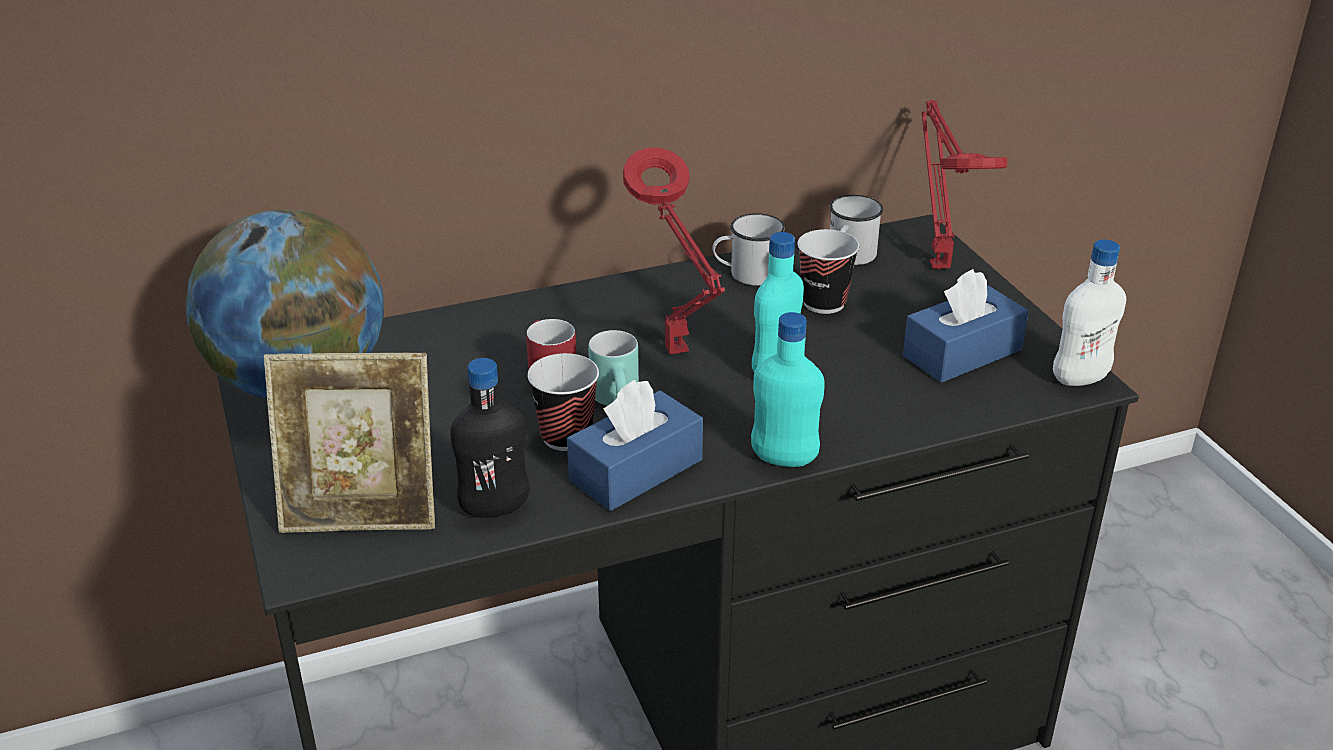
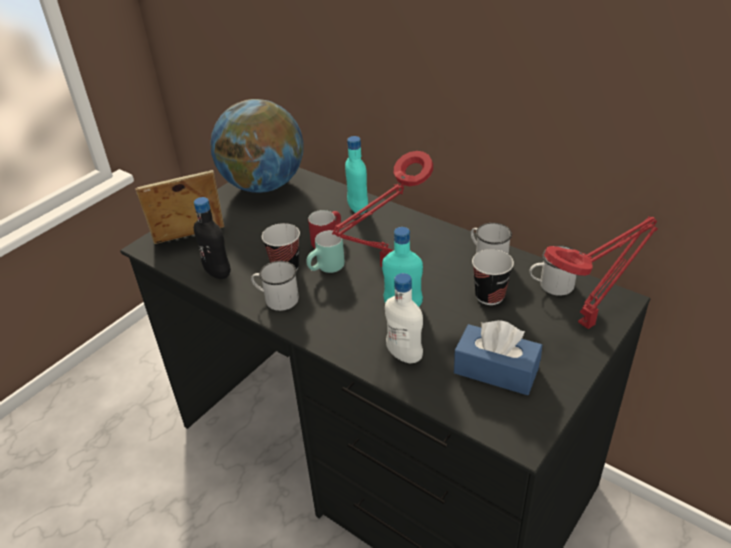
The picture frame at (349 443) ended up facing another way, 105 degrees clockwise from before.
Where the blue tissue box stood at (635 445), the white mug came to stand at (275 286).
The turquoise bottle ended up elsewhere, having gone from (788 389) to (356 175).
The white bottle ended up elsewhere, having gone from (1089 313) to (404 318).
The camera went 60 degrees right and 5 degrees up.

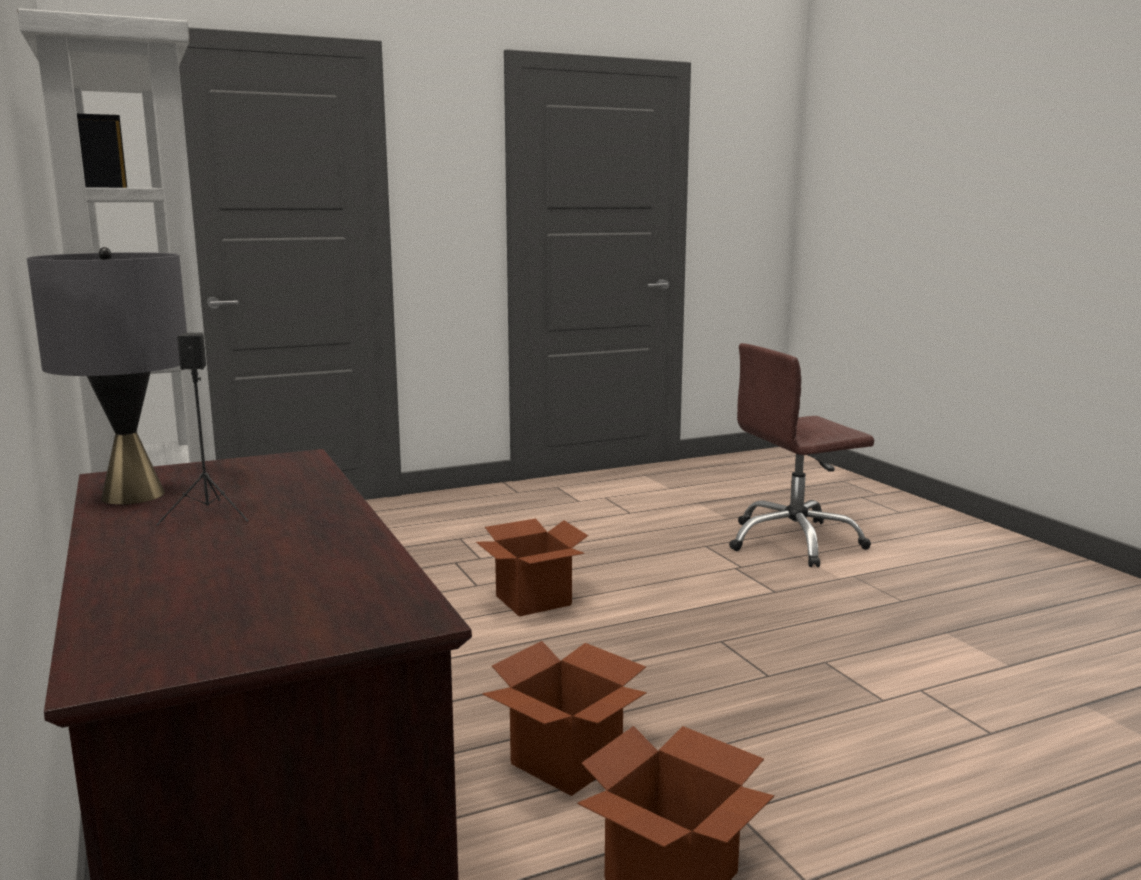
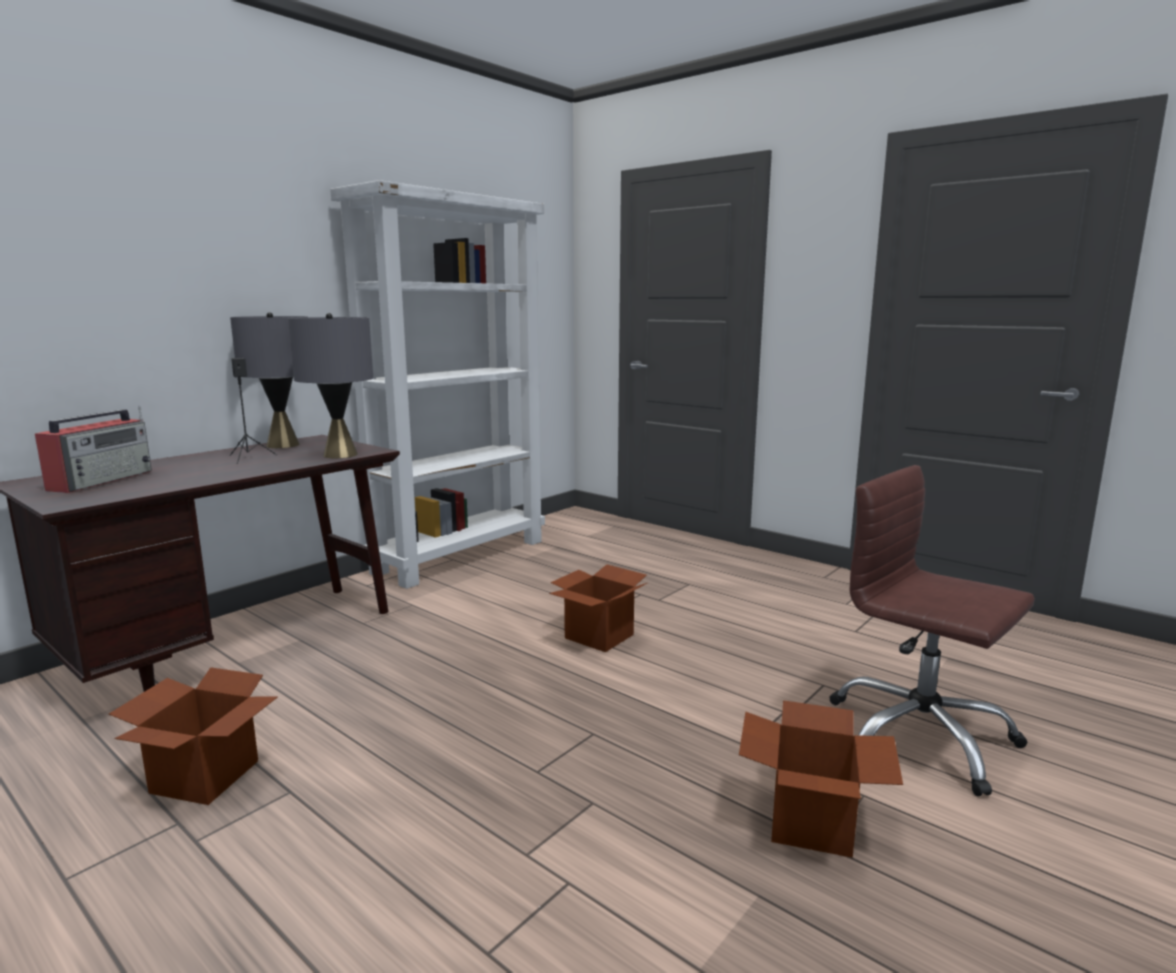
The second view gained the radio at (93 449).
The second view gained the grey table lamp at (330 385).
The cardboard box ended up elsewhere, having gone from (564 718) to (821 779).
The camera went 65 degrees right and 0 degrees up.

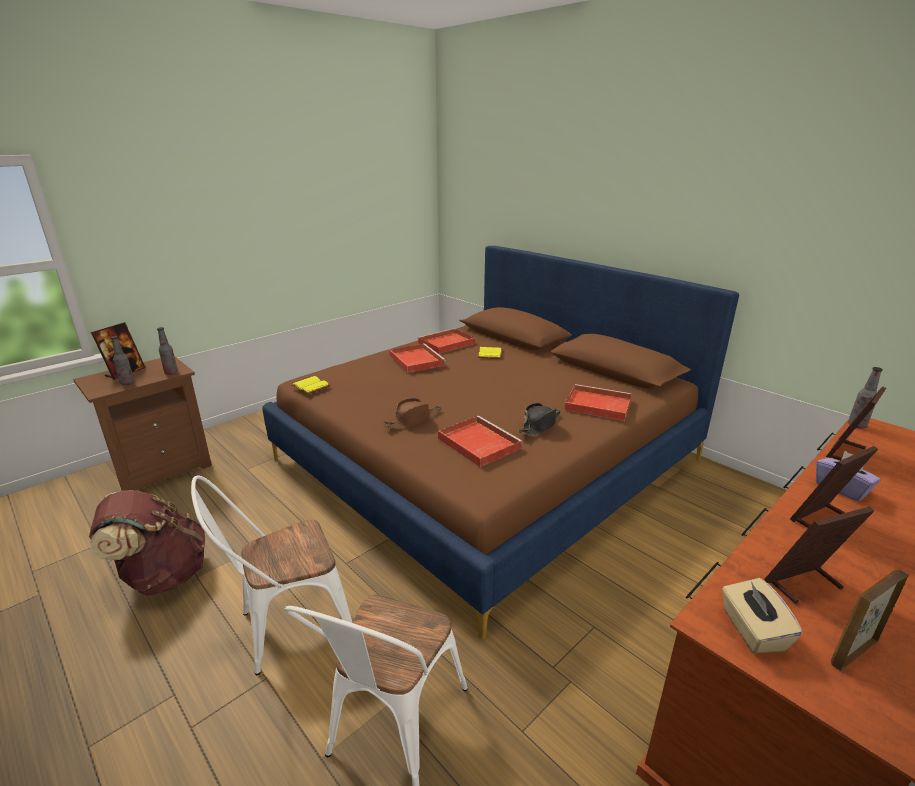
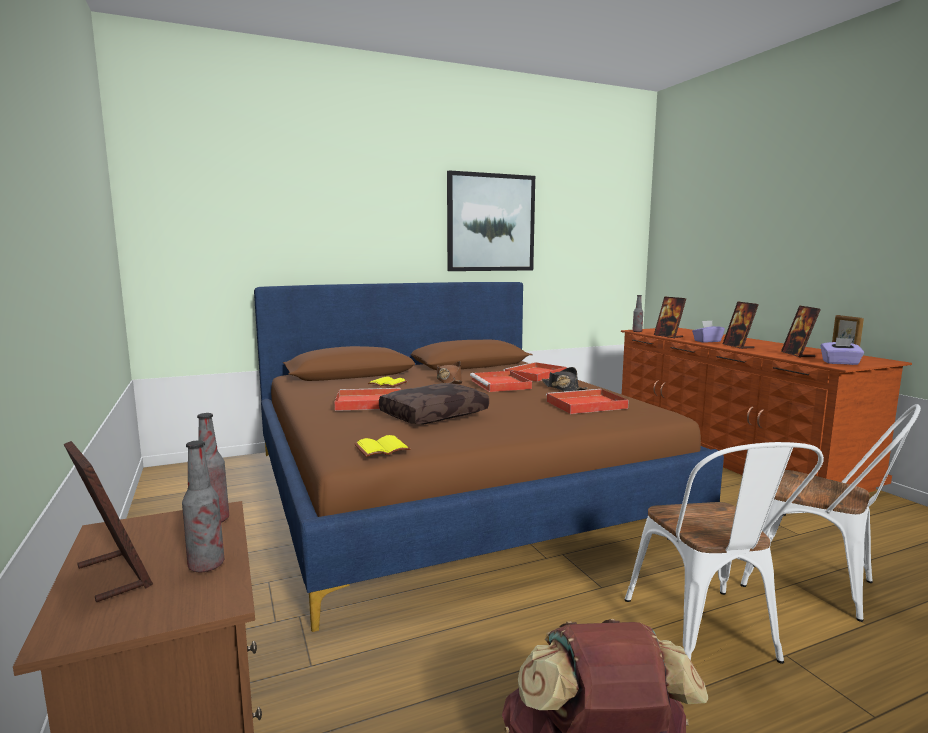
The second view gained the brown pillow at (434 404).
The brown hat ended up elsewhere, having gone from (412 413) to (449 372).
The second view gained the picture at (491 220).
The red tray ended up elsewhere, having gone from (446 341) to (501 381).
What was the beige tissue box at (762 615) turned into the purple tissue box at (842 351).
The camera went 70 degrees left and 15 degrees down.

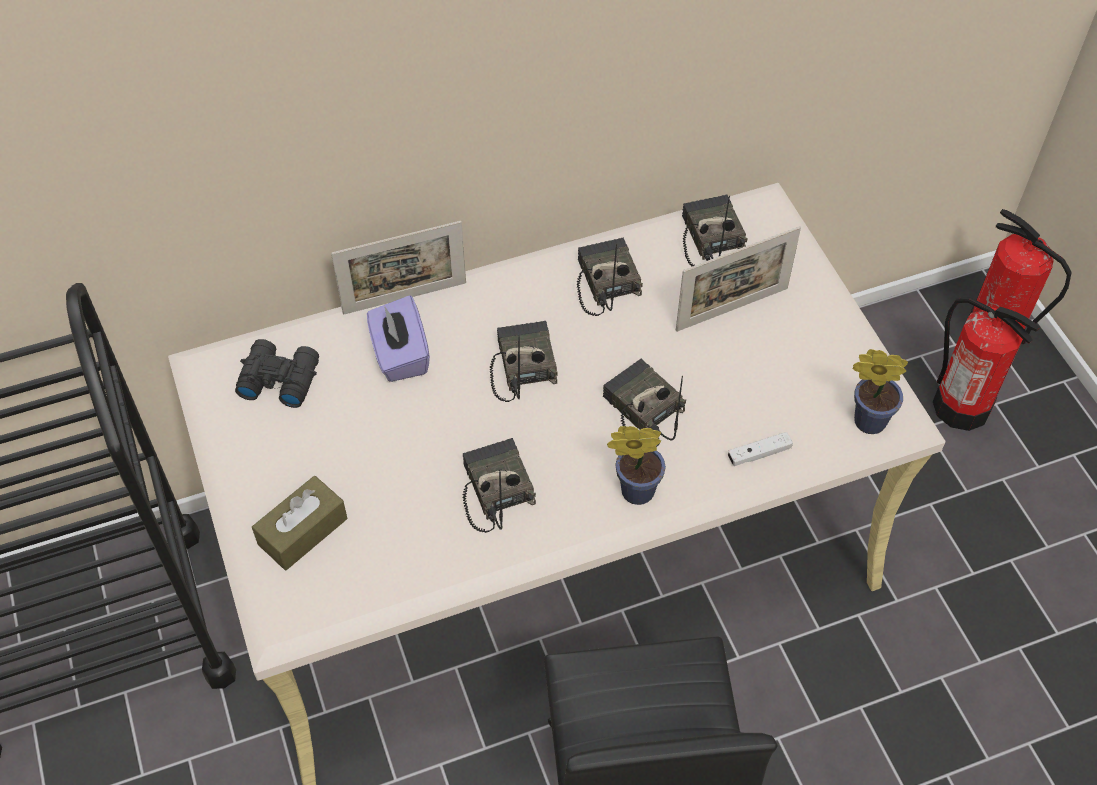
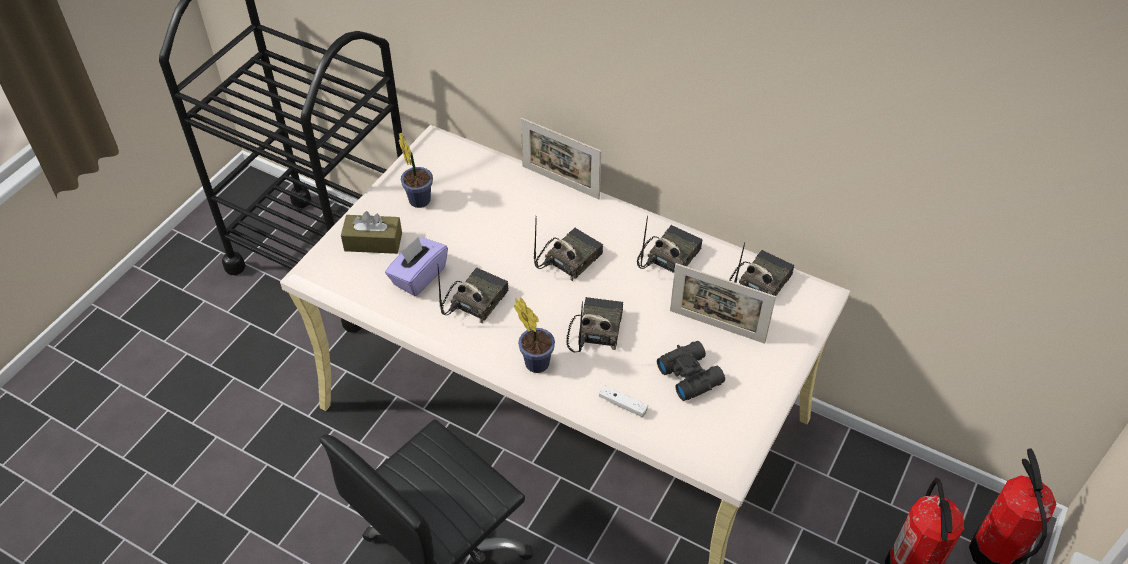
The purple tissue box ended up elsewhere, having gone from (398 338) to (416 266).
The potted plant ended up elsewhere, having gone from (880 391) to (416 170).
The black binoculars ended up elsewhere, having gone from (277 373) to (691 371).
The camera went 50 degrees right and 5 degrees down.

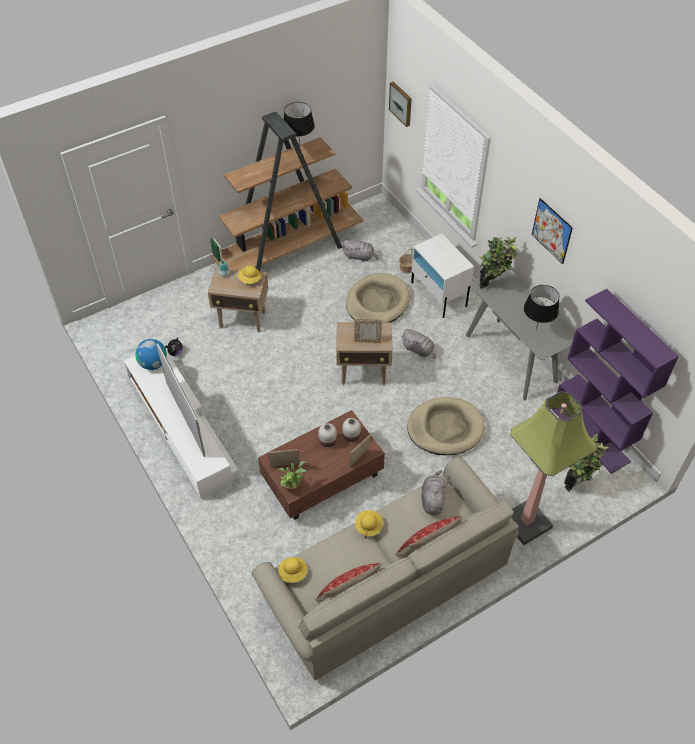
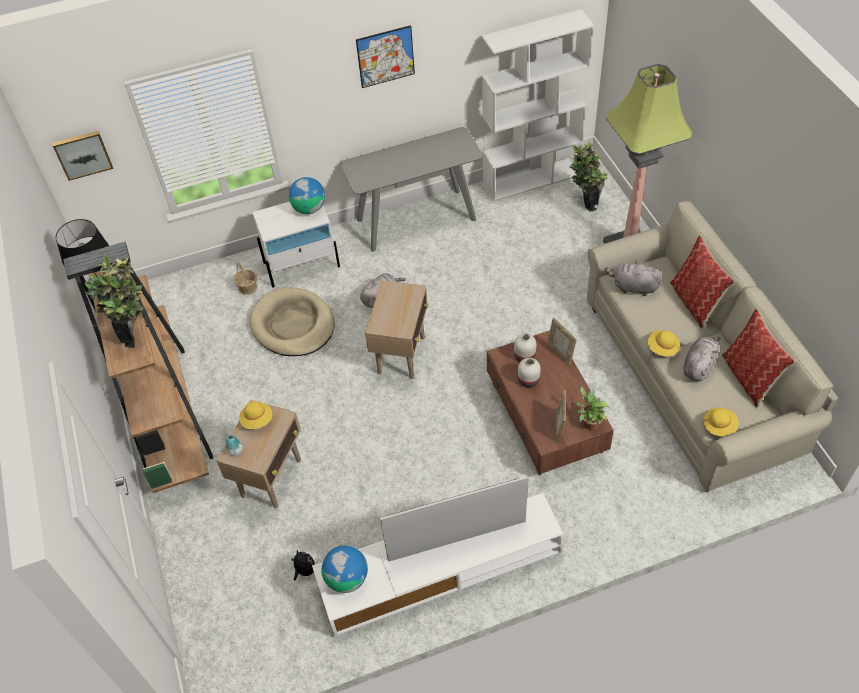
The potted plant ended up elsewhere, having gone from (499 263) to (114 301).
The second view gained the globe at (307 195).
What was the purple bookcase at (615 381) turned into the white bookcase at (538 105).
The grey plush toy ended up elsewhere, having gone from (360 250) to (702 359).
The second view lost the picture frame at (368 331).
The second view lost the beige dog bed at (445 426).
The second view lost the black table lamp at (541 307).
The camera went 75 degrees left and 0 degrees up.

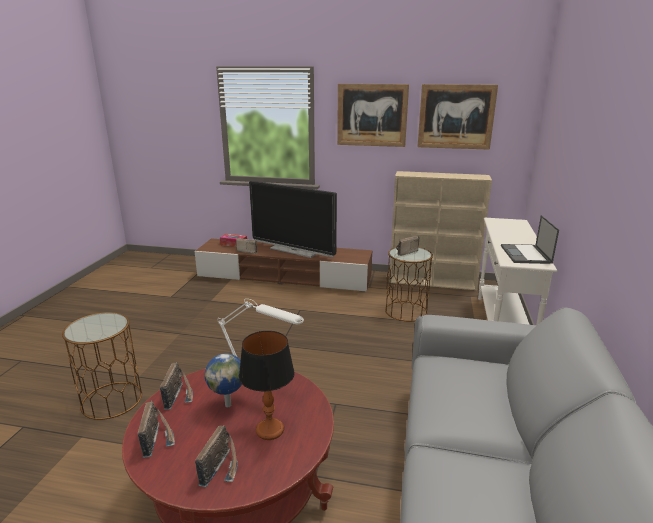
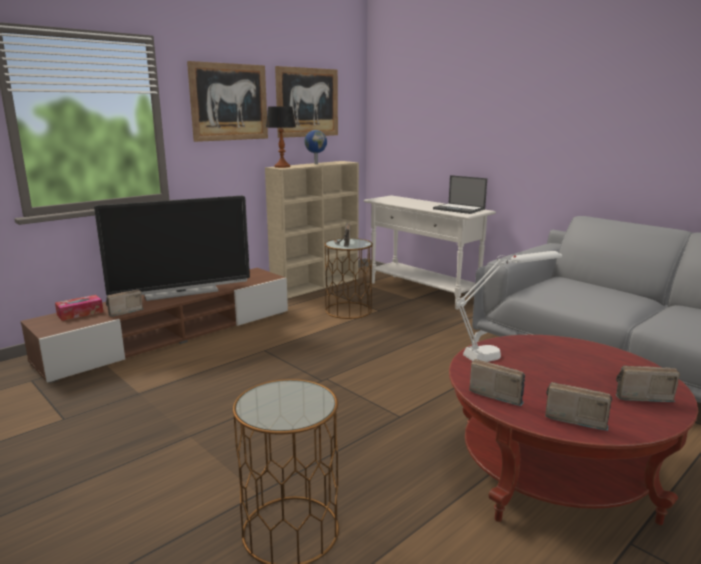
The table lamp ended up elsewhere, having gone from (267 385) to (281 137).
The globe ended up elsewhere, having gone from (223 380) to (315 147).
The radio at (216 456) ended up facing another way, 45 degrees counterclockwise from before.
The camera went 55 degrees left and 5 degrees down.

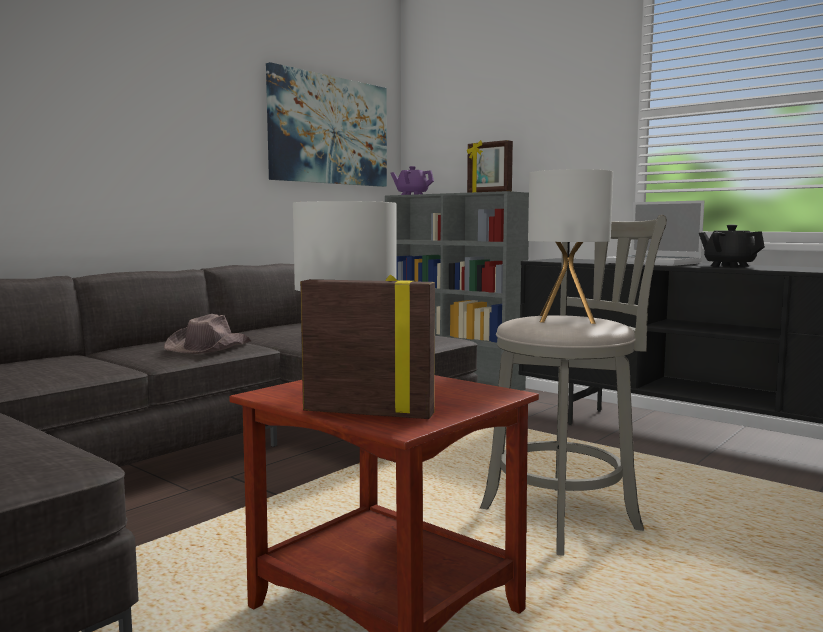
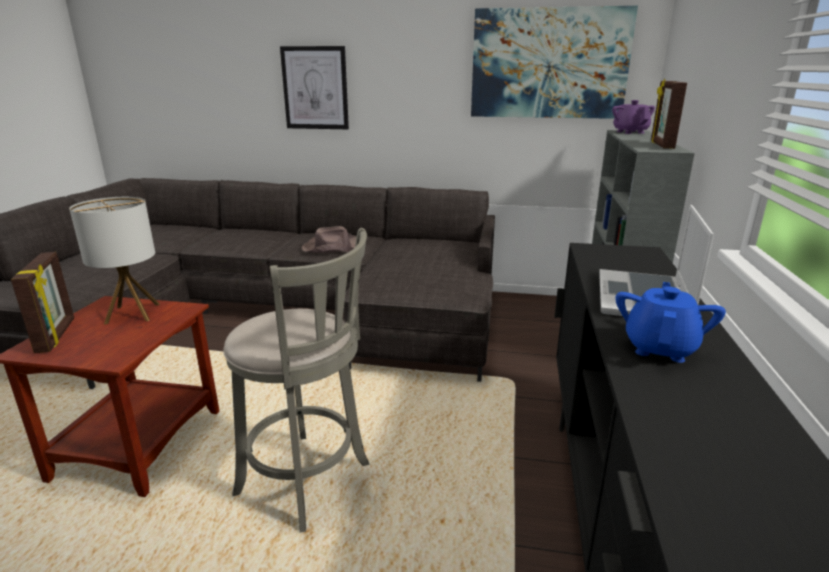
The second view gained the picture at (314 87).
What was the black teapot at (732 246) turned into the blue teapot at (670 322).
The second view lost the table lamp at (570 246).
The camera went 60 degrees right and 15 degrees up.

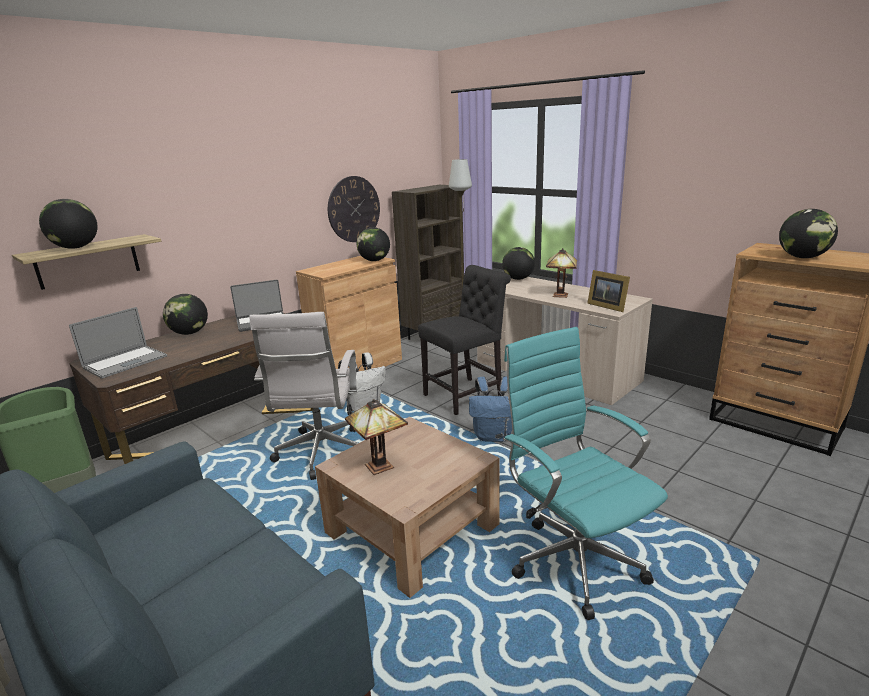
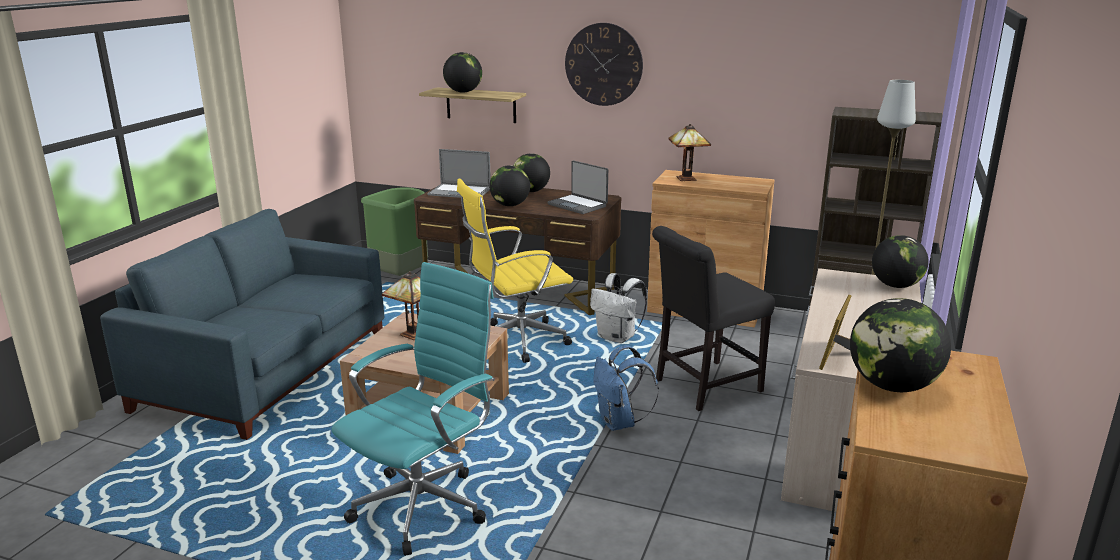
What was the white office chair at (303 396) turned into the yellow office chair at (515 271).
The globe ended up elsewhere, having gone from (373 244) to (509 185).
The wall clock ended up elsewhere, having gone from (354 209) to (604 64).
The black chair at (464 340) ended up facing another way, 120 degrees clockwise from before.
The table lamp ended up elsewhere, having gone from (561 273) to (689 152).
The camera went 65 degrees right and 0 degrees up.

